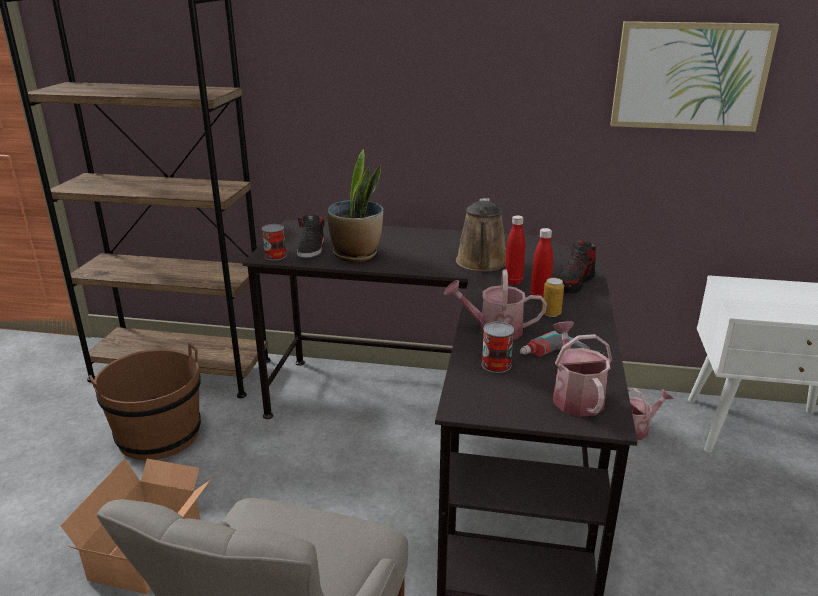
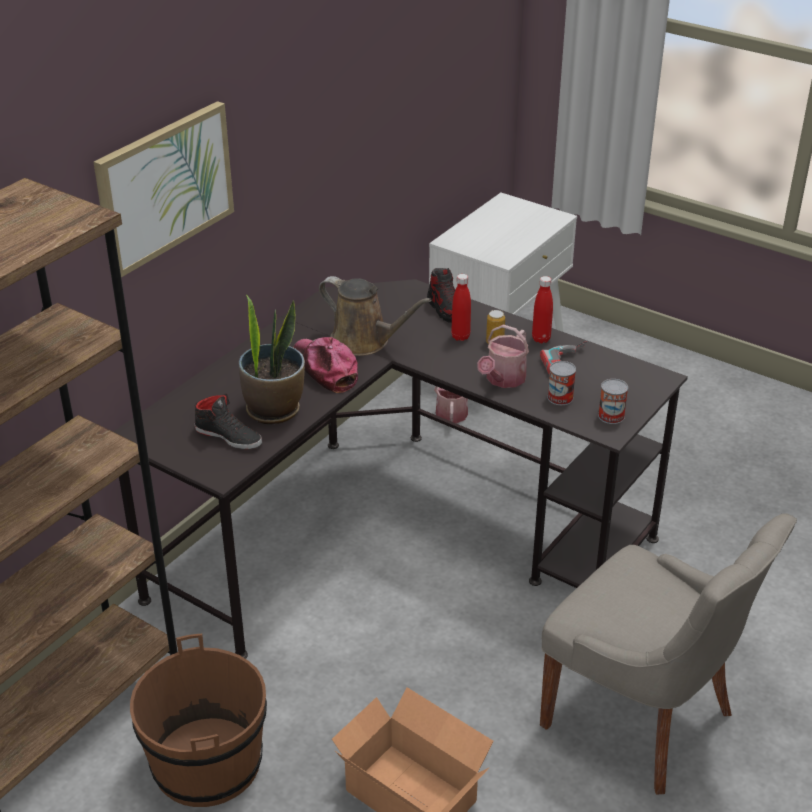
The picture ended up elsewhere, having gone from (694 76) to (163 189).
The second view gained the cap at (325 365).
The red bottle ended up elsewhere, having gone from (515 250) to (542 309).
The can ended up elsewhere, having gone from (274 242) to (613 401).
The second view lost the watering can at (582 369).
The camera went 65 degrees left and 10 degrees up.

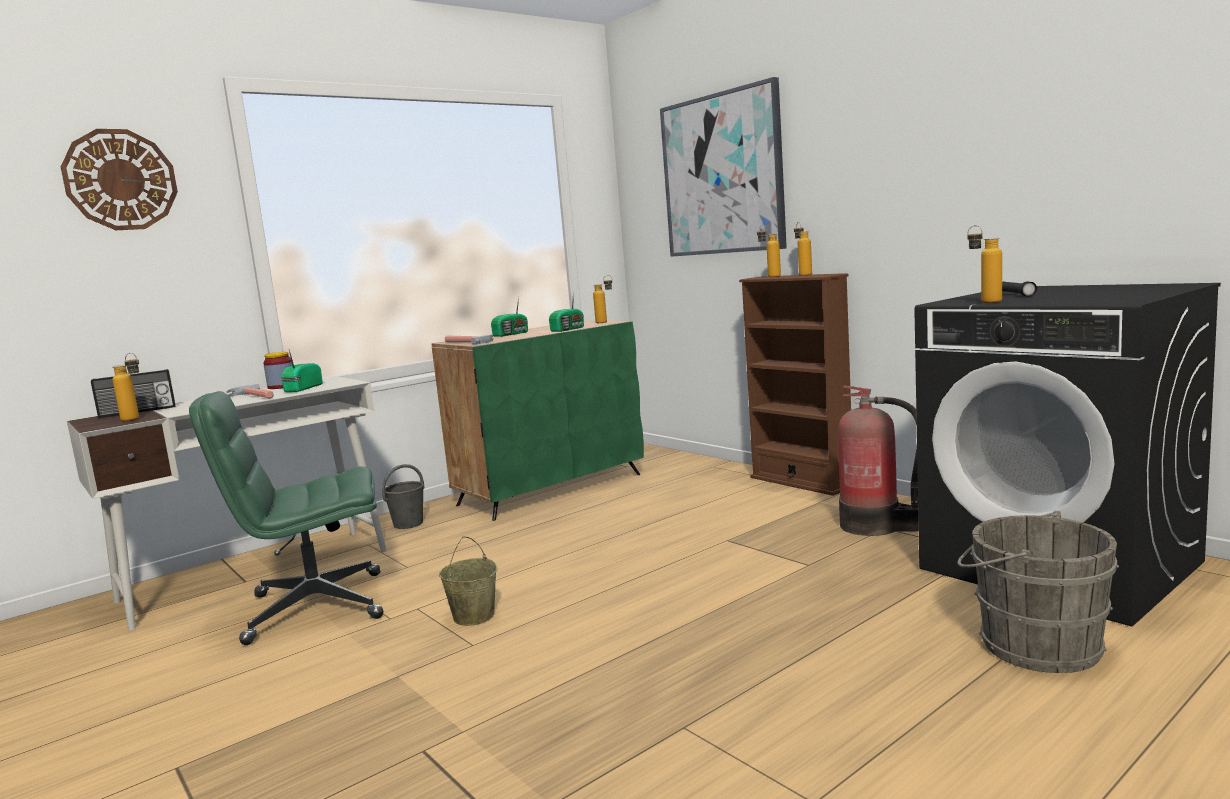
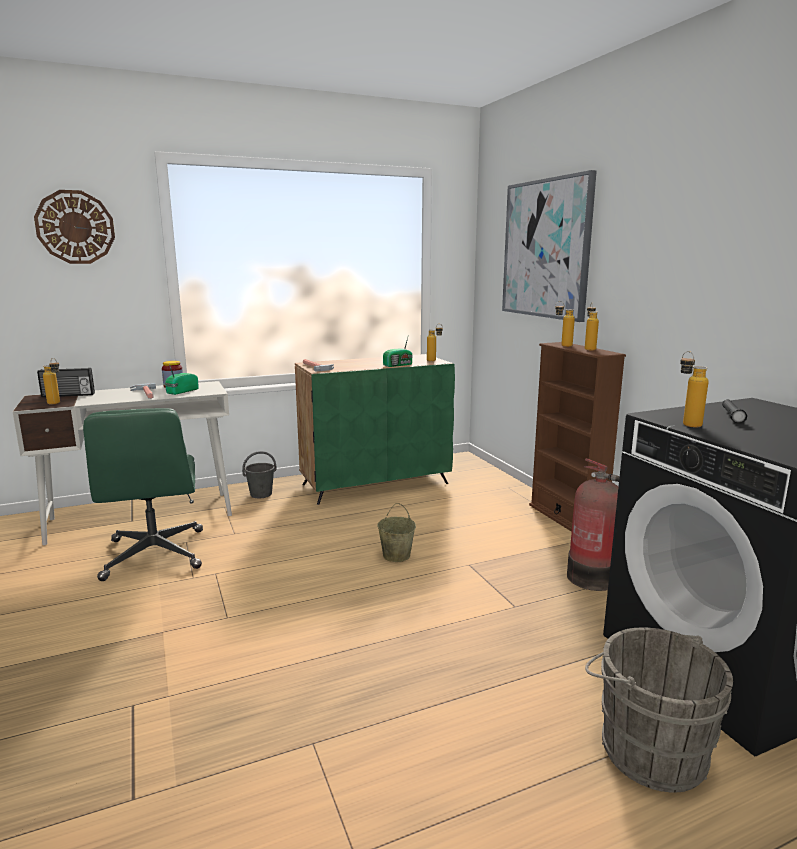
The green office chair at (286 518) ended up facing another way, 105 degrees counterclockwise from before.
The beige bucket ended up elsewhere, having gone from (468 581) to (396 532).
The second view lost the radio at (509 317).
The camera went 15 degrees right and 5 degrees up.

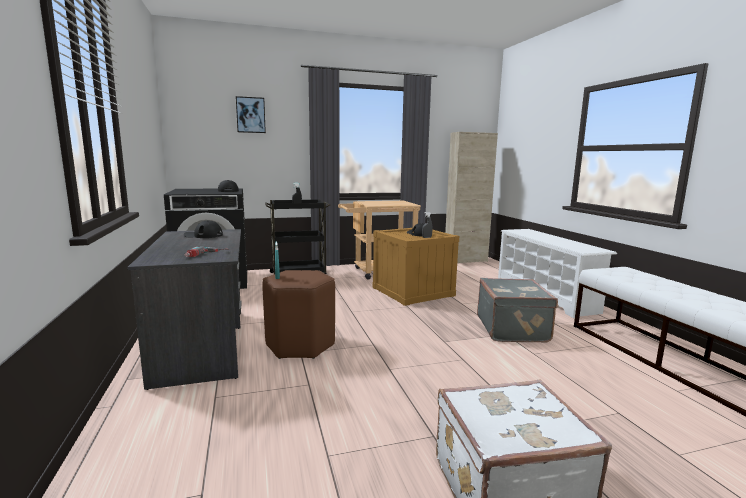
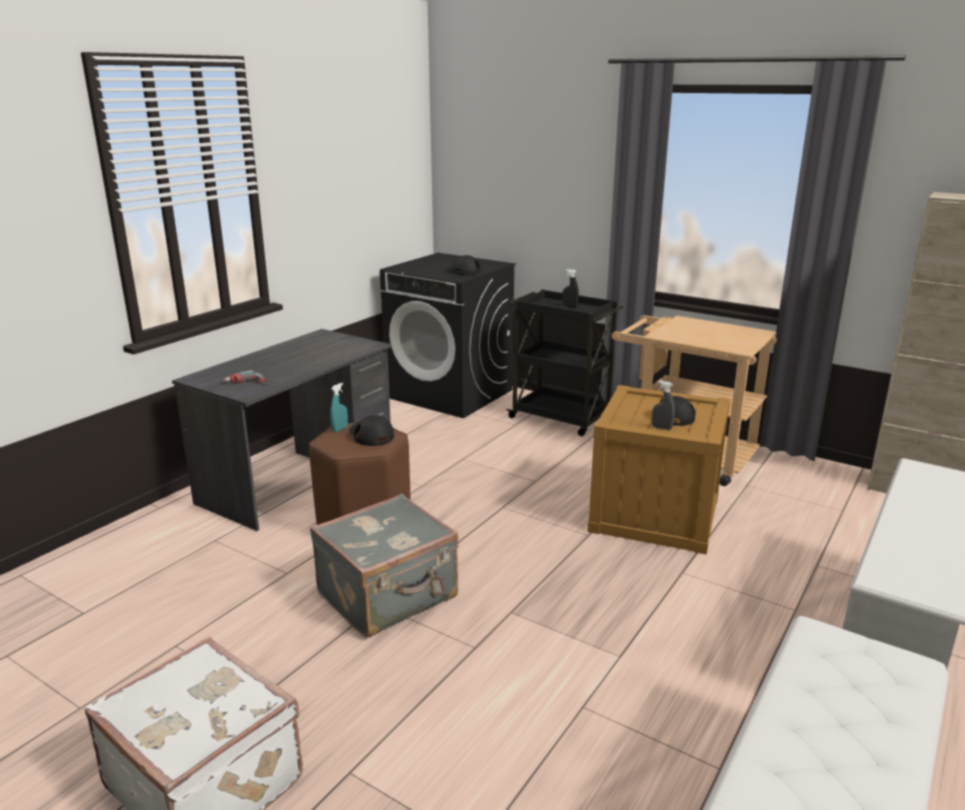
The grey suitcase ended up elsewhere, having gone from (517 310) to (384 565).
The black cap ended up elsewhere, having gone from (203 229) to (371 430).
The second view lost the picture at (251 114).
The camera went 50 degrees right and 10 degrees up.

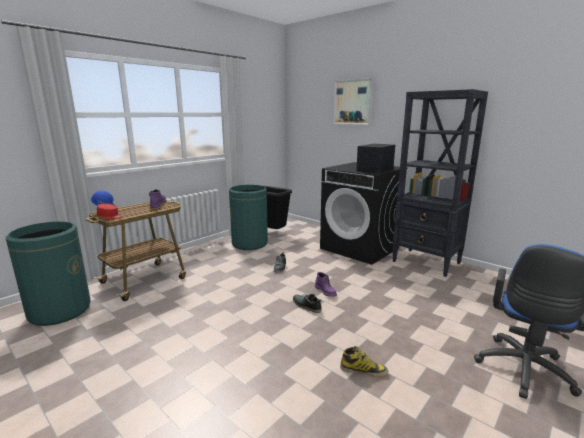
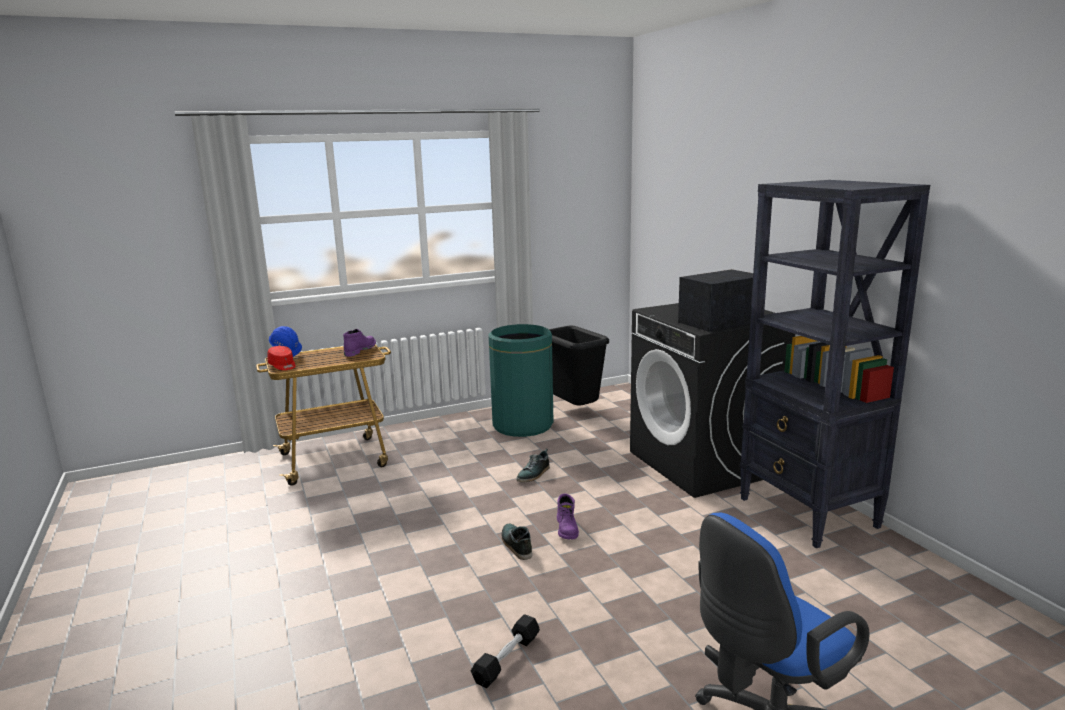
Where the boot stood at (364 361), the black dumbbell came to stand at (505 651).
The second view lost the green trash can at (48 274).
The second view lost the picture at (354 101).
The camera went 25 degrees right and 0 degrees up.

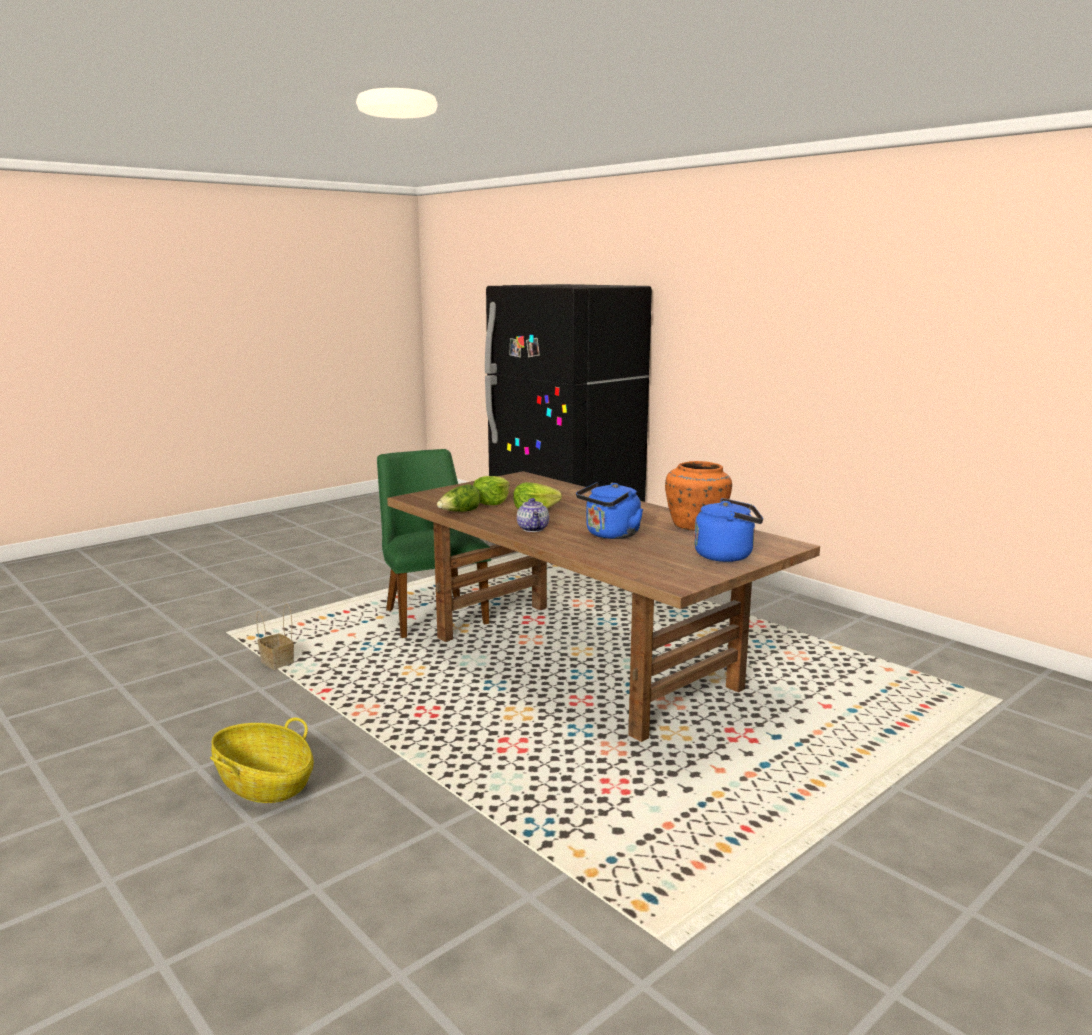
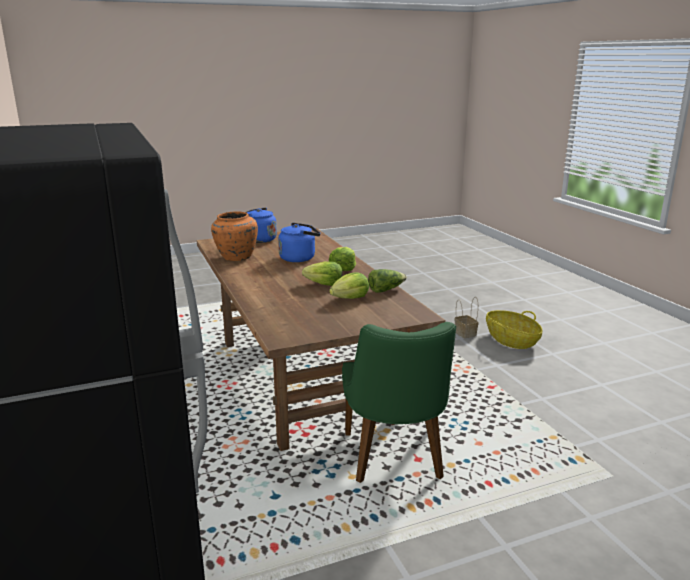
Where the teapot stood at (533 515), the lettuce came to stand at (342 259).
The basket ended up elsewhere, having gone from (275 637) to (466 317).
The camera went 160 degrees left and 5 degrees up.

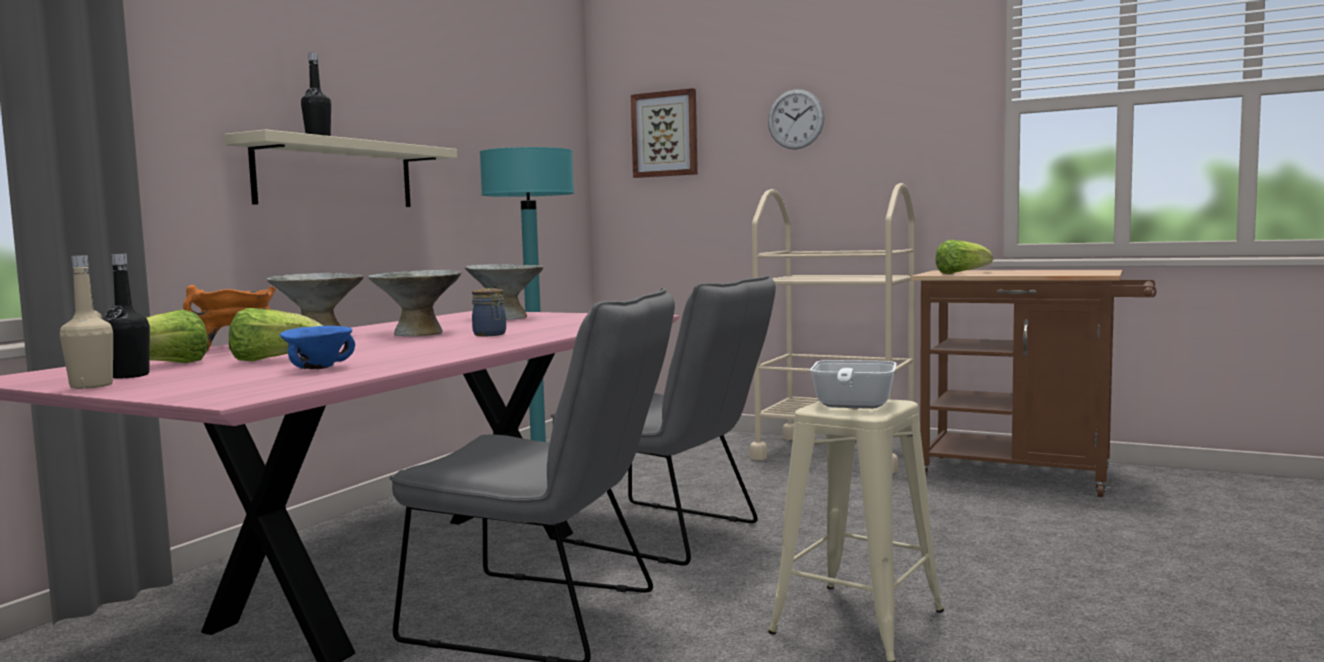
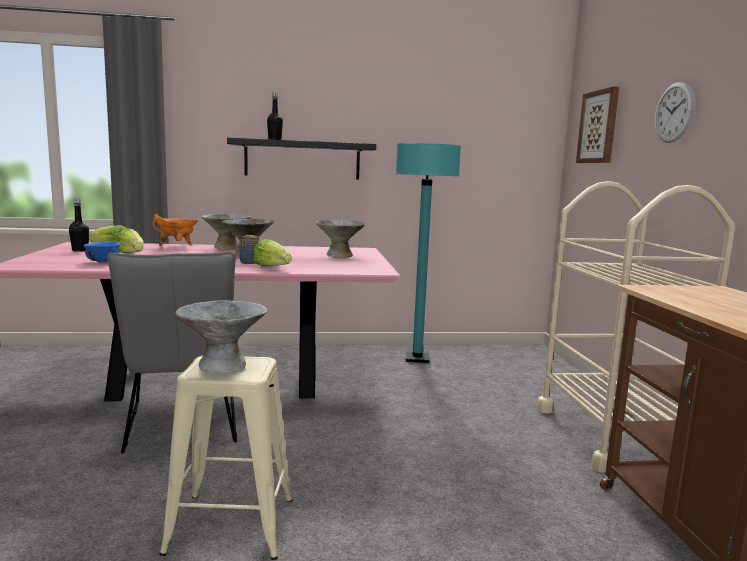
Where the frying pan stood at (853 384), the grey bowl came to stand at (221 337).
What was the beige shelf at (341 168) turned into the black shelf at (301 158).
The lettuce ended up elsewhere, having gone from (964 257) to (272 252).
The second view lost the beige bottle at (86 322).
The second view lost the grey chair at (663 420).
The camera went 55 degrees right and 5 degrees up.

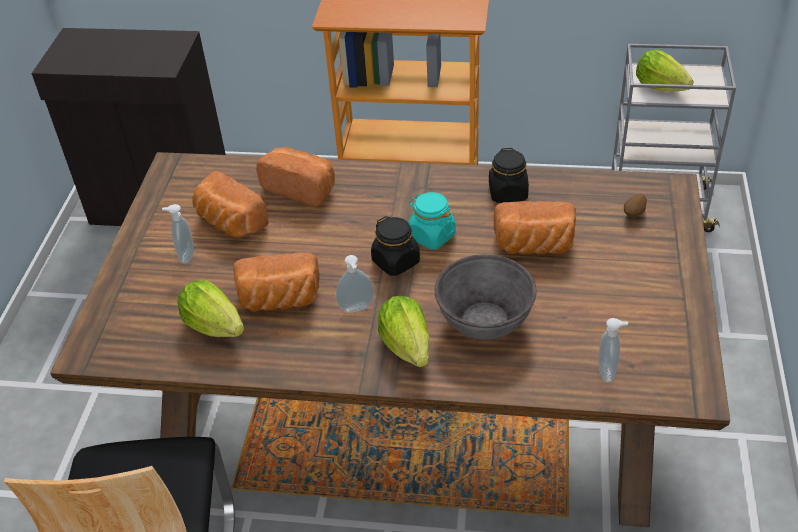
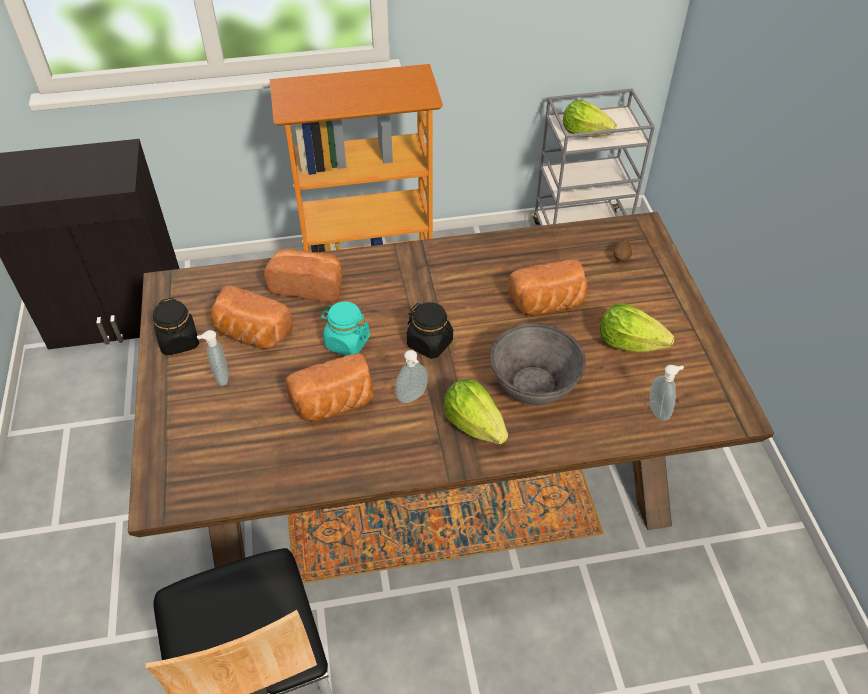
The black jar ended up elsewhere, having gone from (509 175) to (176 326).
The turquoise jar ended up elsewhere, having gone from (432 221) to (345 328).
The lettuce ended up elsewhere, having gone from (210 308) to (637 327).
The camera went 20 degrees left and 5 degrees up.

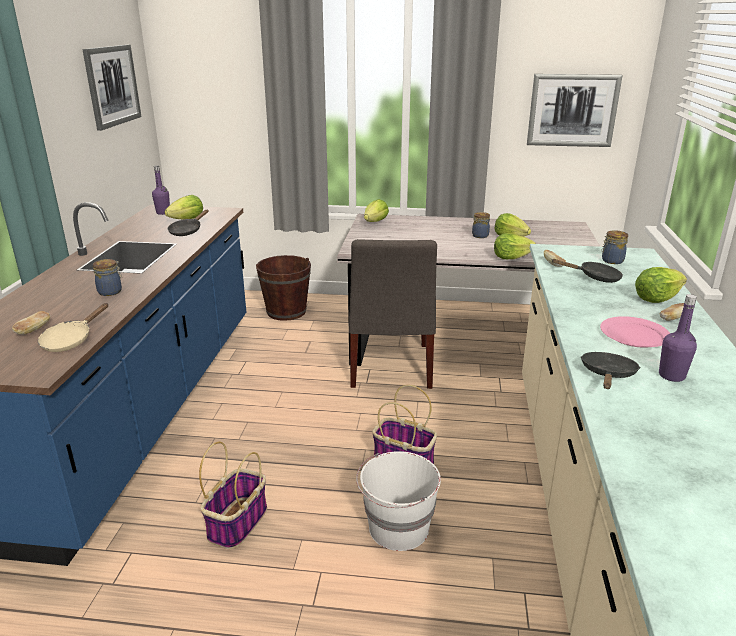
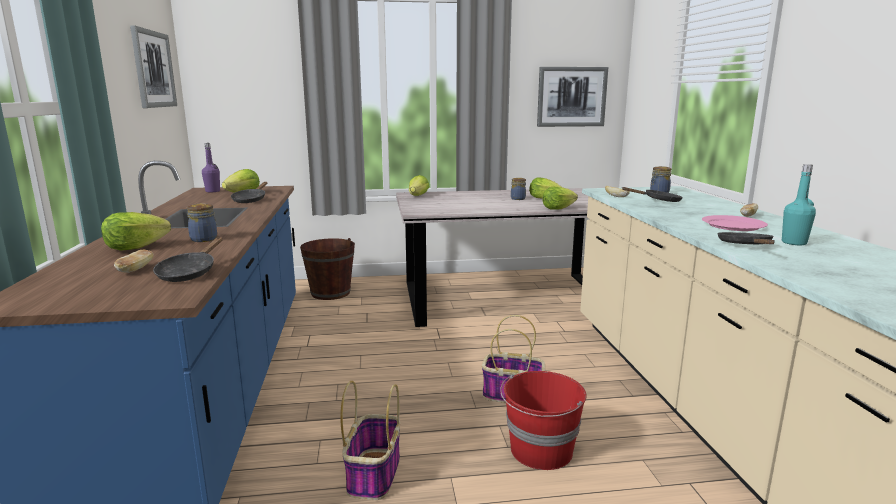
The lettuce ended up elsewhere, having gone from (661 285) to (136 231).
What was the beige frying pan at (73 327) turned into the black frying pan at (188 259).
What was the white bucket at (398 501) turned into the red bucket at (543 420).
What was the purple bottle at (678 338) turned into the turquoise bottle at (799 204).
The second view lost the grey chair at (393 314).
The camera went 15 degrees left and 10 degrees down.

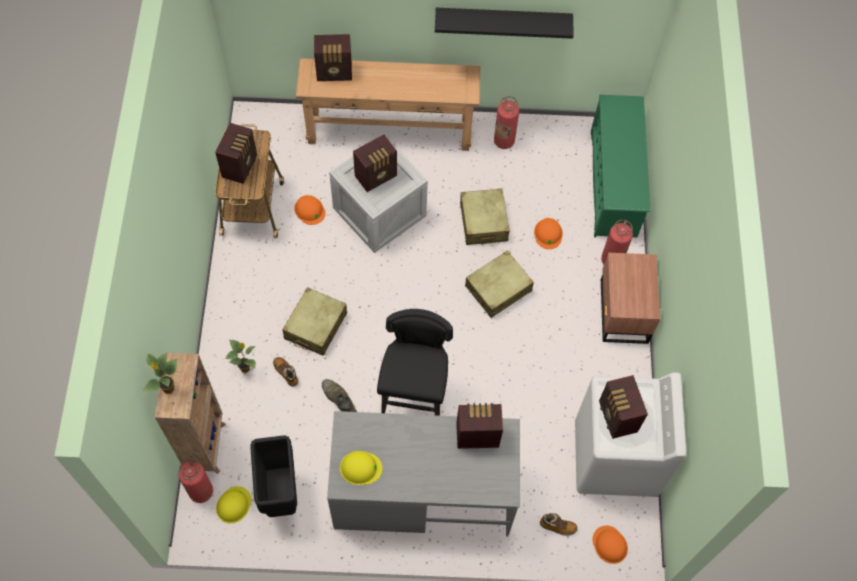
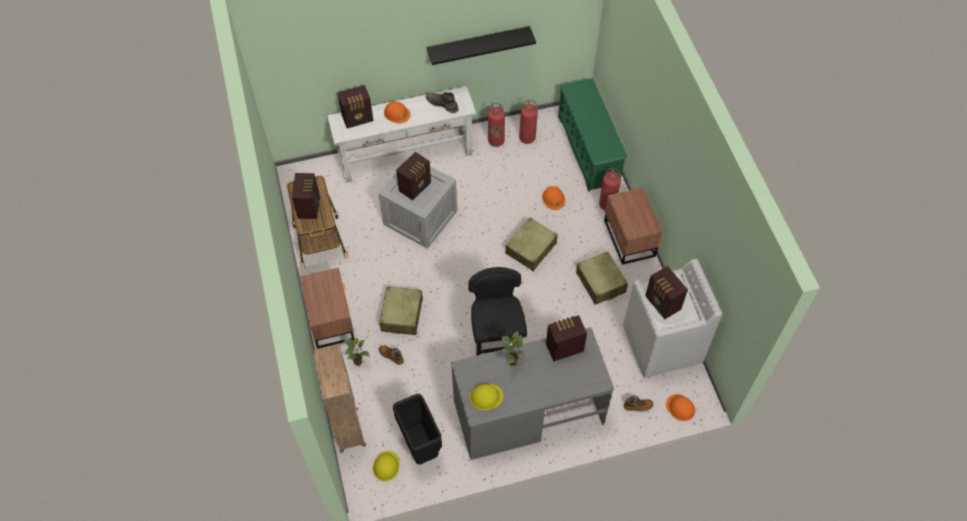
The second view gained the brown nightstand at (327 308).
What was the brown console table at (388 104) turned into the white console table at (401 134).
The orange hard hat ended up elsewhere, having gone from (310 210) to (397 112).
The green boot ended up elsewhere, having gone from (339 395) to (442 102).
The potted plant ended up elsewhere, having gone from (160 373) to (513 348).
The fire extinguisher ended up elsewhere, having gone from (195 481) to (528 122).
The beige suitcase ended up elsewhere, having gone from (485 216) to (602 278).
The camera went 15 degrees left and 5 degrees down.

